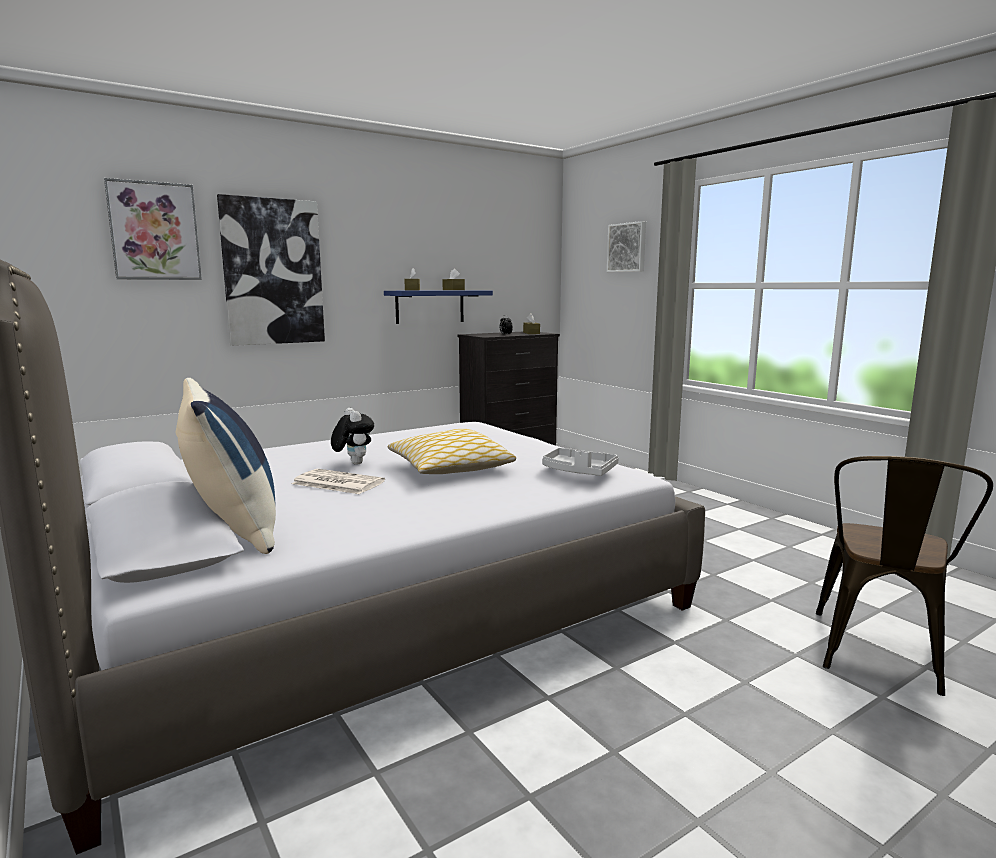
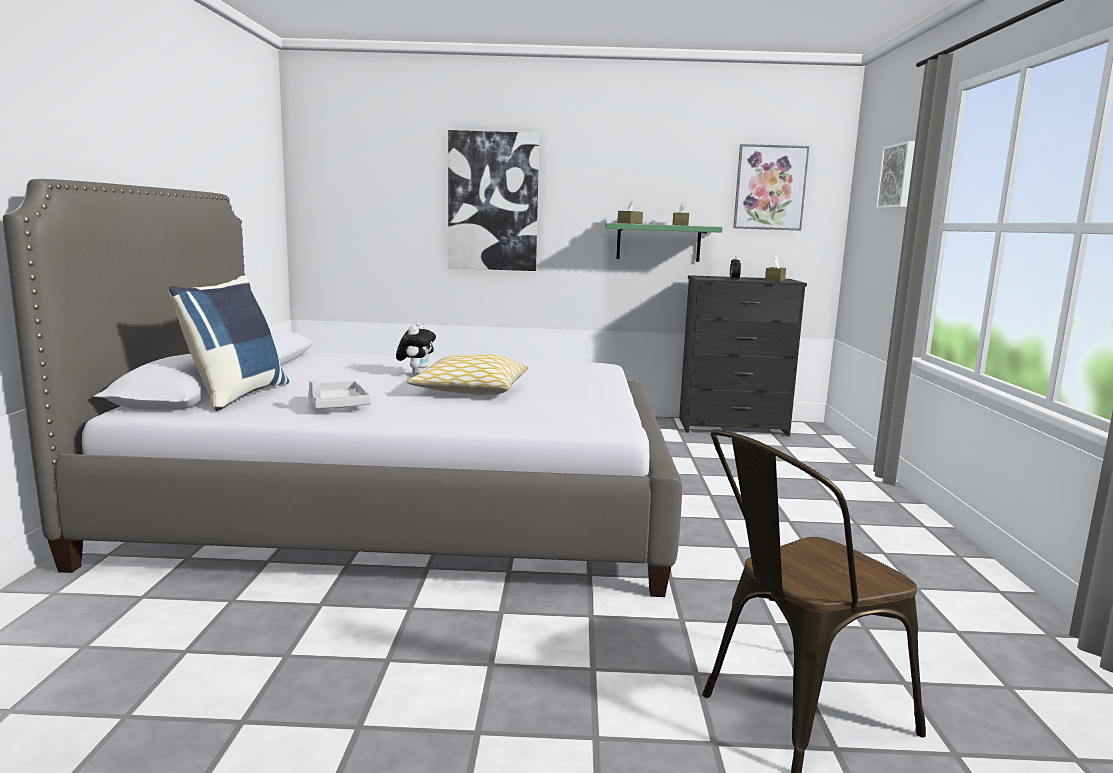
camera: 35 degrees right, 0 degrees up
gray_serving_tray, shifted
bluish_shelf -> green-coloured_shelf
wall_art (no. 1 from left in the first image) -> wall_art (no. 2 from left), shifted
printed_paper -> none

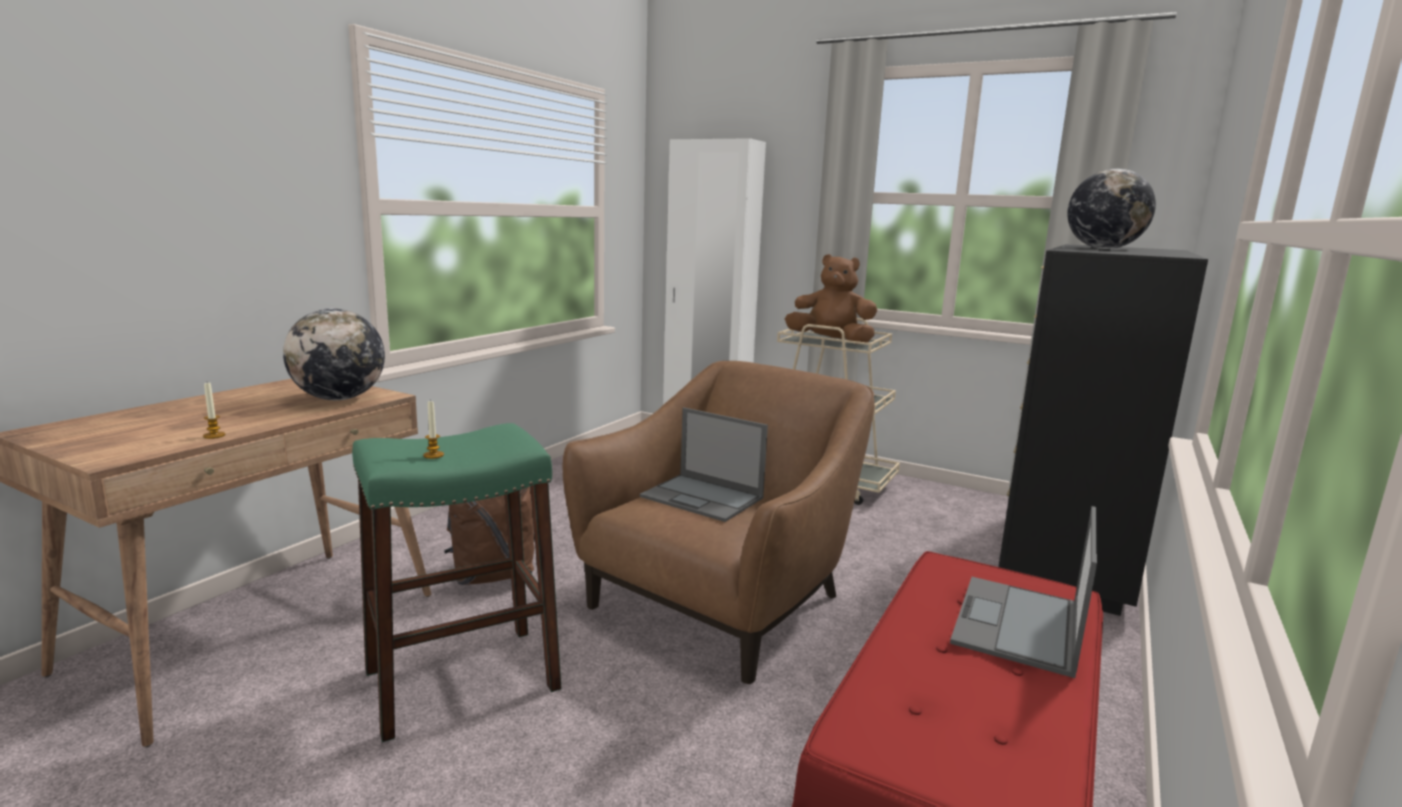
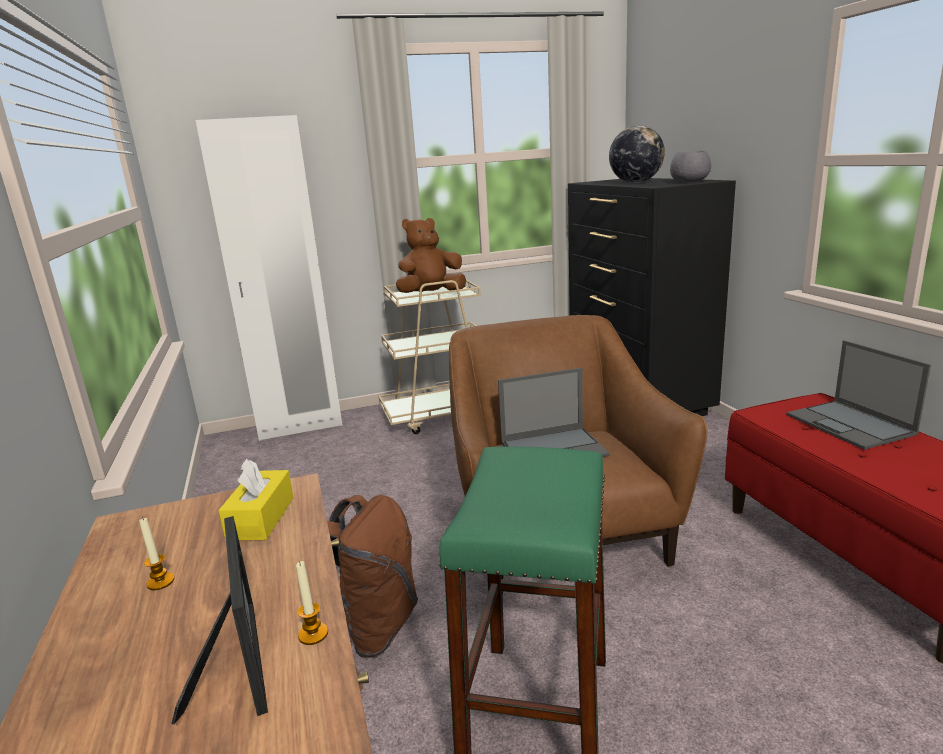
camera: 45 degrees left, 5 degrees up
wax_light (no. 2 from left in the first image) -> wax_light (no. 1 from left), shifted
none -> picture_frame
globe (no. 1 from left) -> yellowish_tissue_holder
none -> gray_bowl

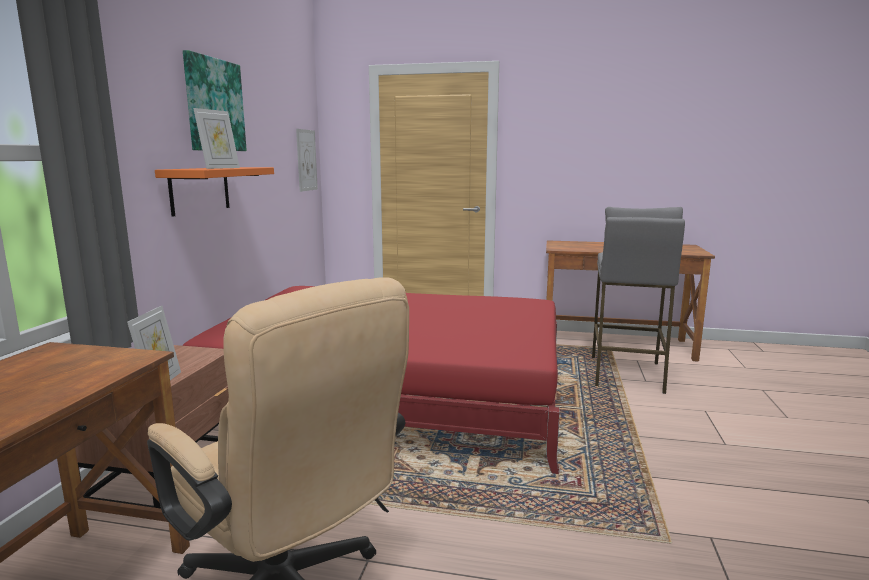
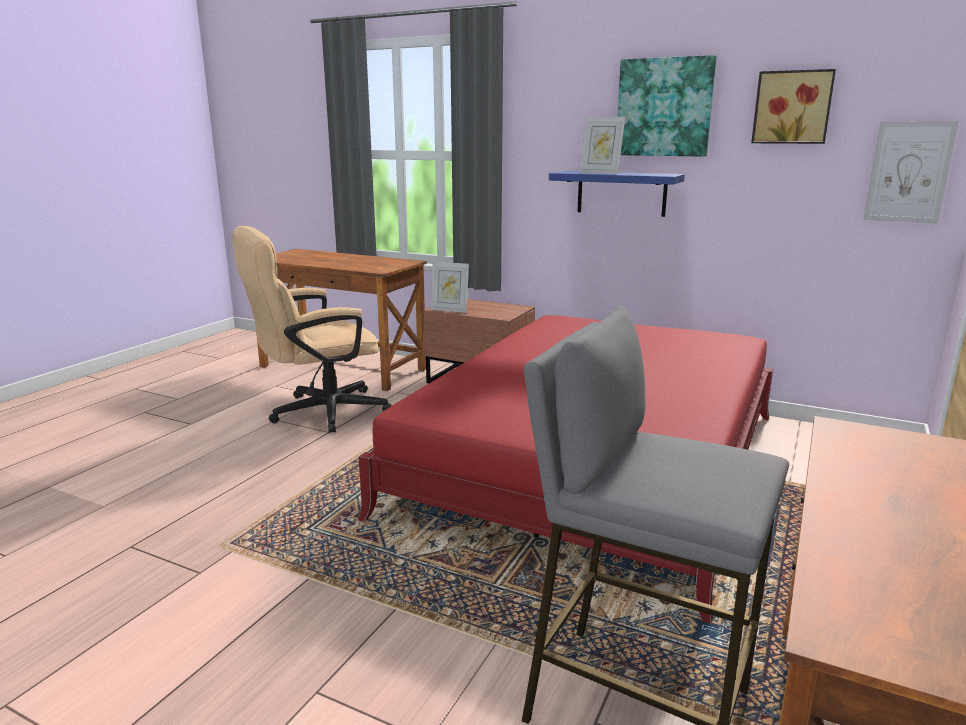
camera: 105 degrees right, 5 degrees up
orange_shelf -> bluish_shelf
none -> wall_art (no. 2 from left)

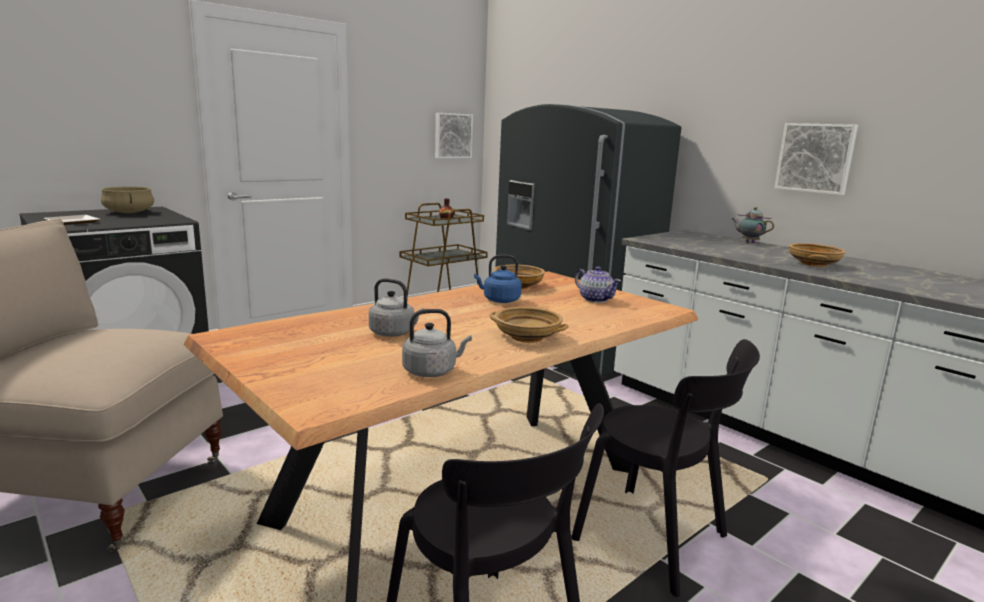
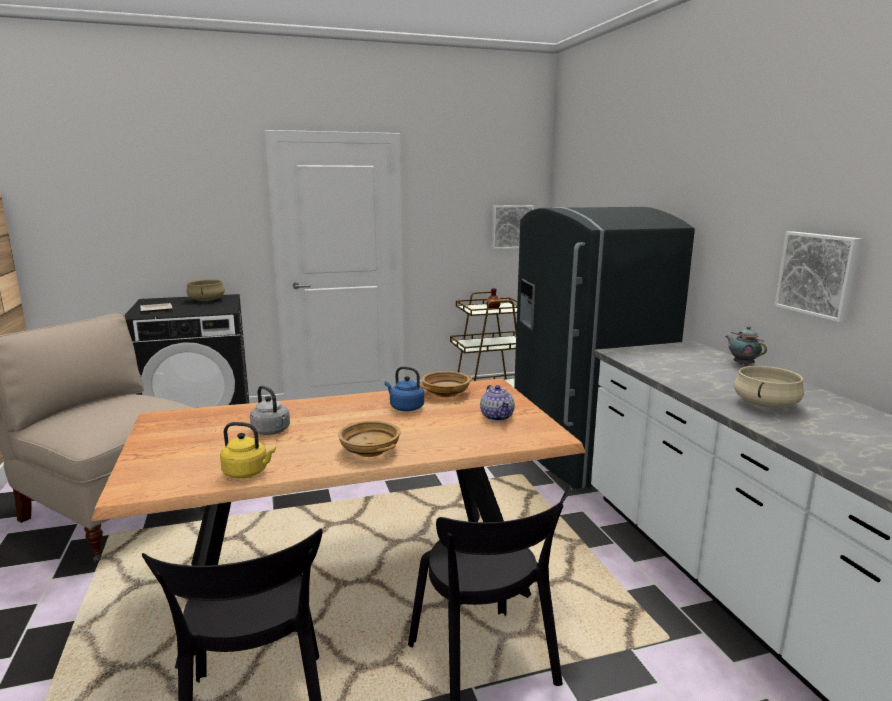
camera: 25 degrees right, 0 degrees up
gray_kettle (no. 2 from left) -> yellowish_kettle
beige-coloured_bowl (no. 3 from left) -> beige-coloured_saucepot (no. 2 from left)

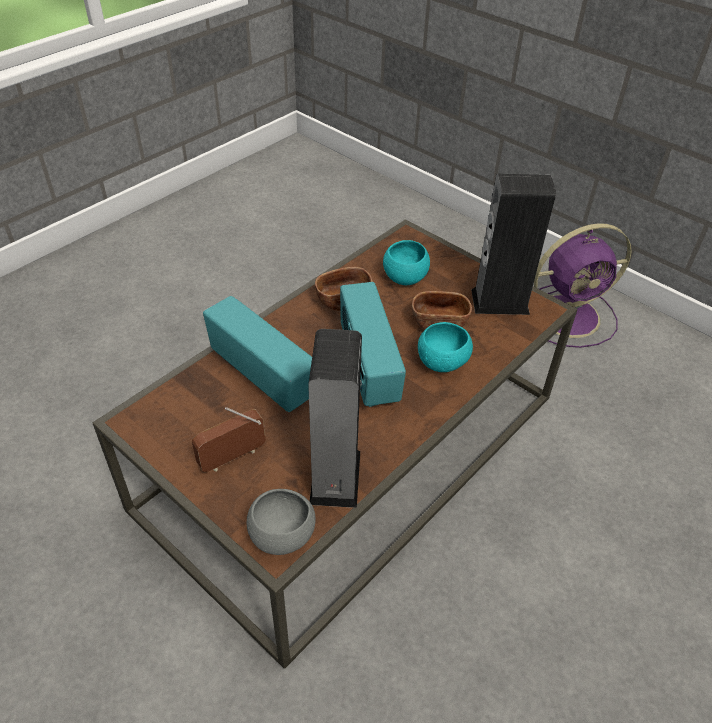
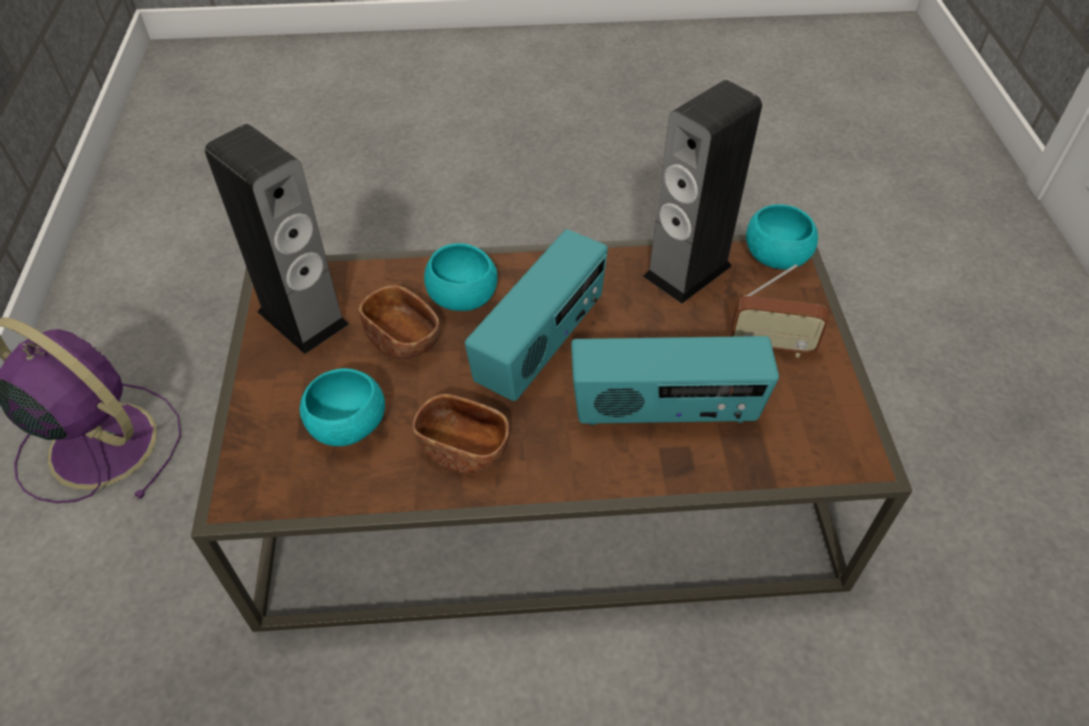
camera: 135 degrees left, 5 degrees up
radio_receiver (no. 2 from left), 90 degrees counterclockwise
gray_bowl -> blue-green_bowl (no. 3 from left)

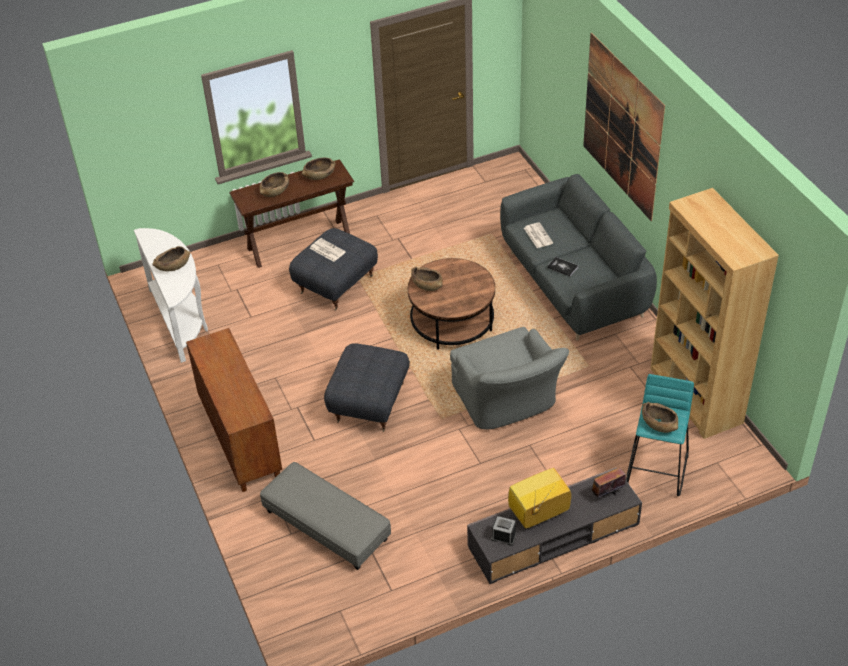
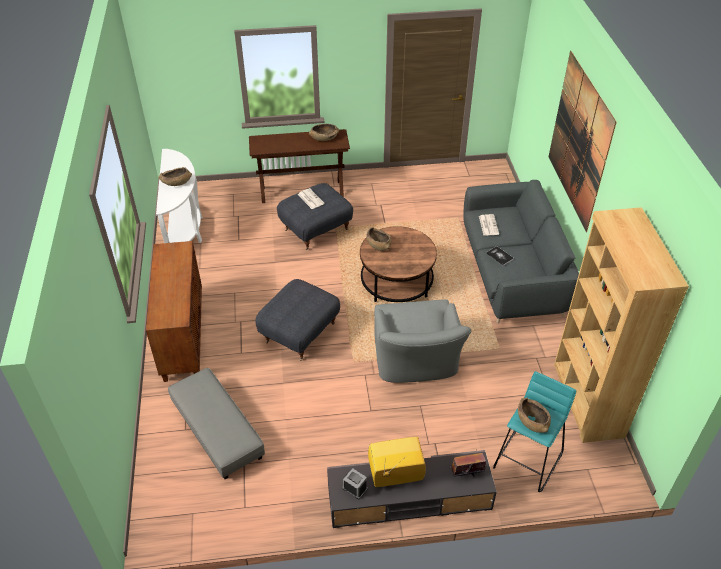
camera: 15 degrees right, 0 degrees up
brown_bowl (no. 2 from left) -> none

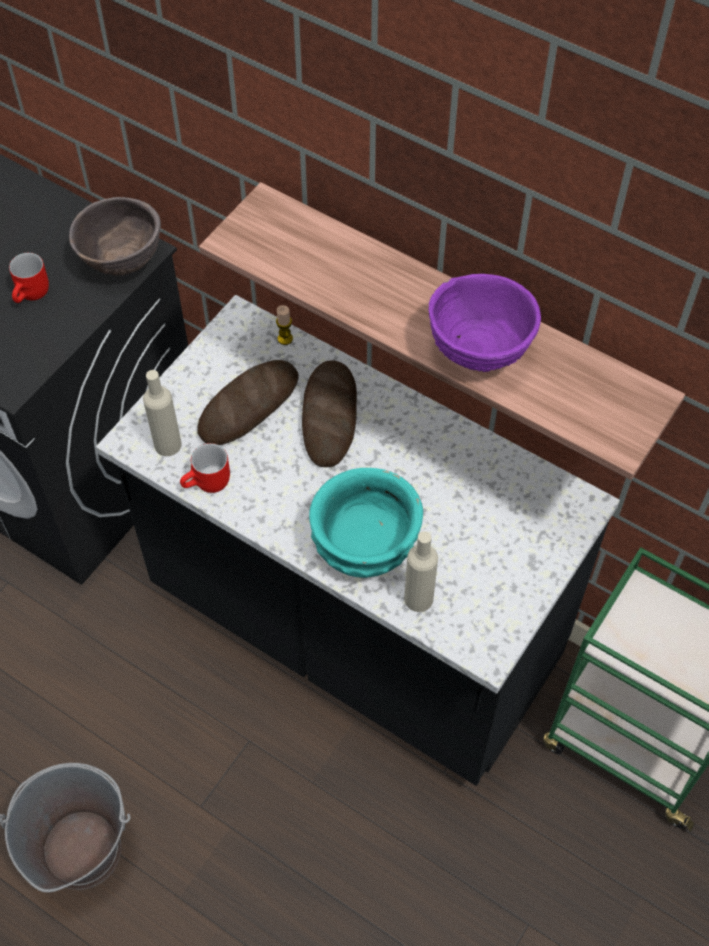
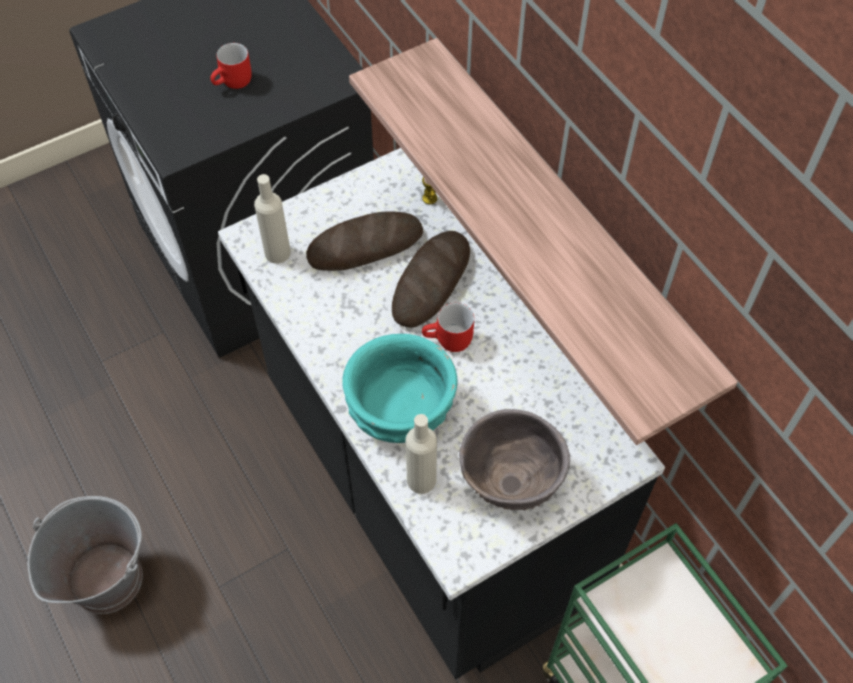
camera: 25 degrees right, 0 degrees up
red-coloured_mug (no. 2 from left), shifted
brown_bowl, shifted
purple-coloured_bowl -> none

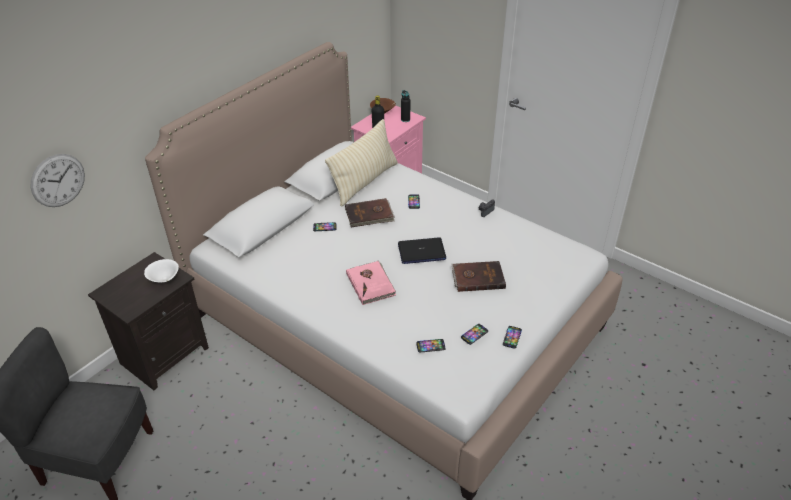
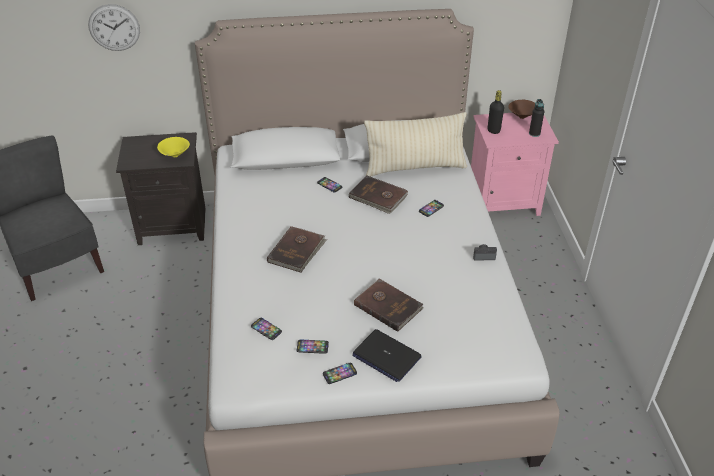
camera: 45 degrees right, 0 degrees up
white_bowl -> yellowish_bowl
pink-coloured_bound_book -> brown_bound_book (no. 1 from left)
portable_computer, shifted

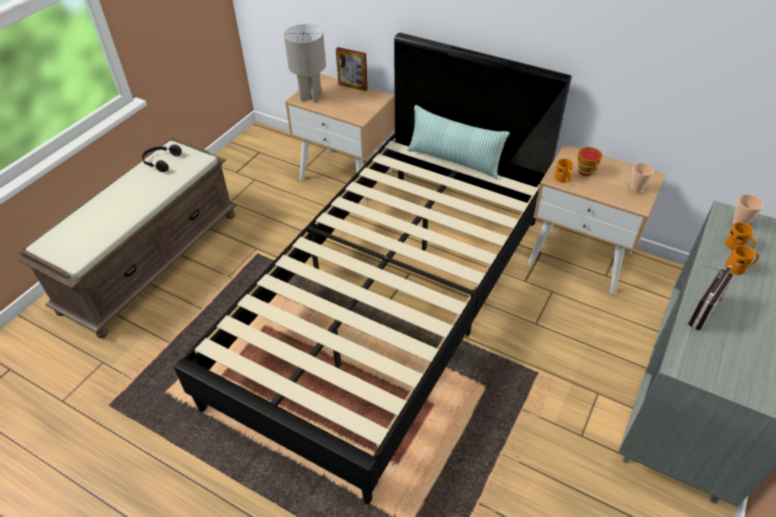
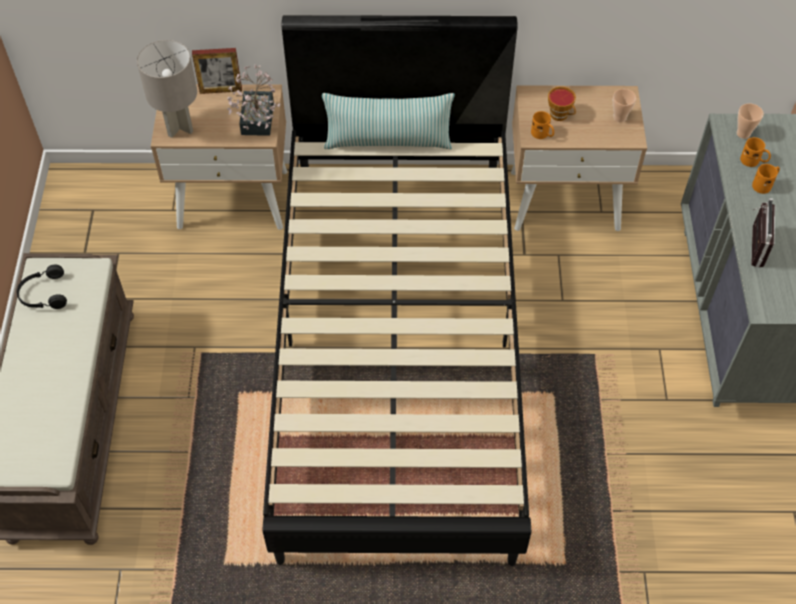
camera: 30 degrees left, 10 degrees up
none -> potted_plant

